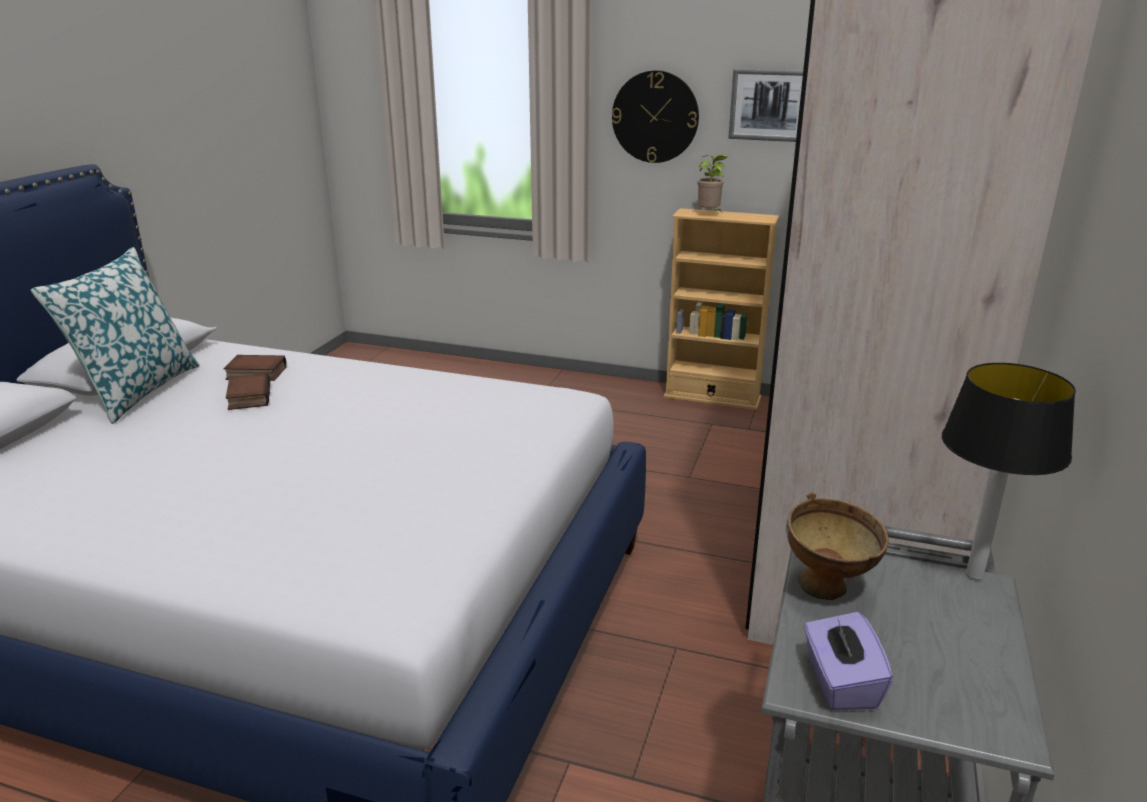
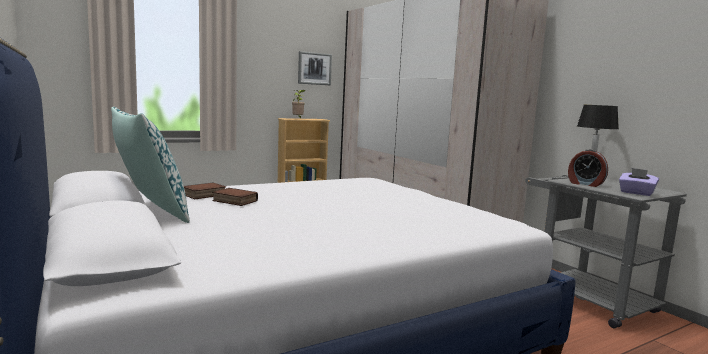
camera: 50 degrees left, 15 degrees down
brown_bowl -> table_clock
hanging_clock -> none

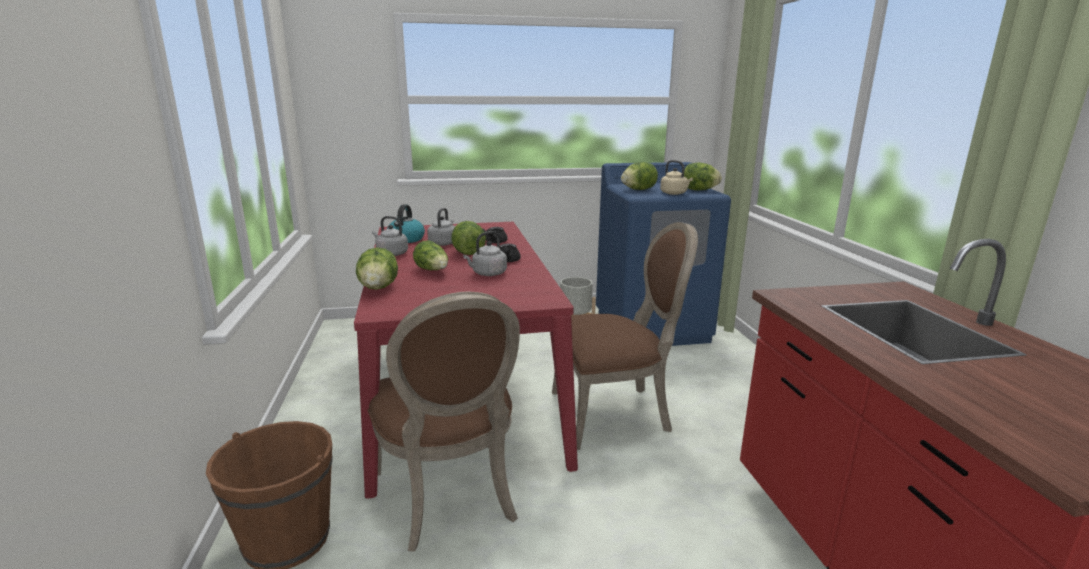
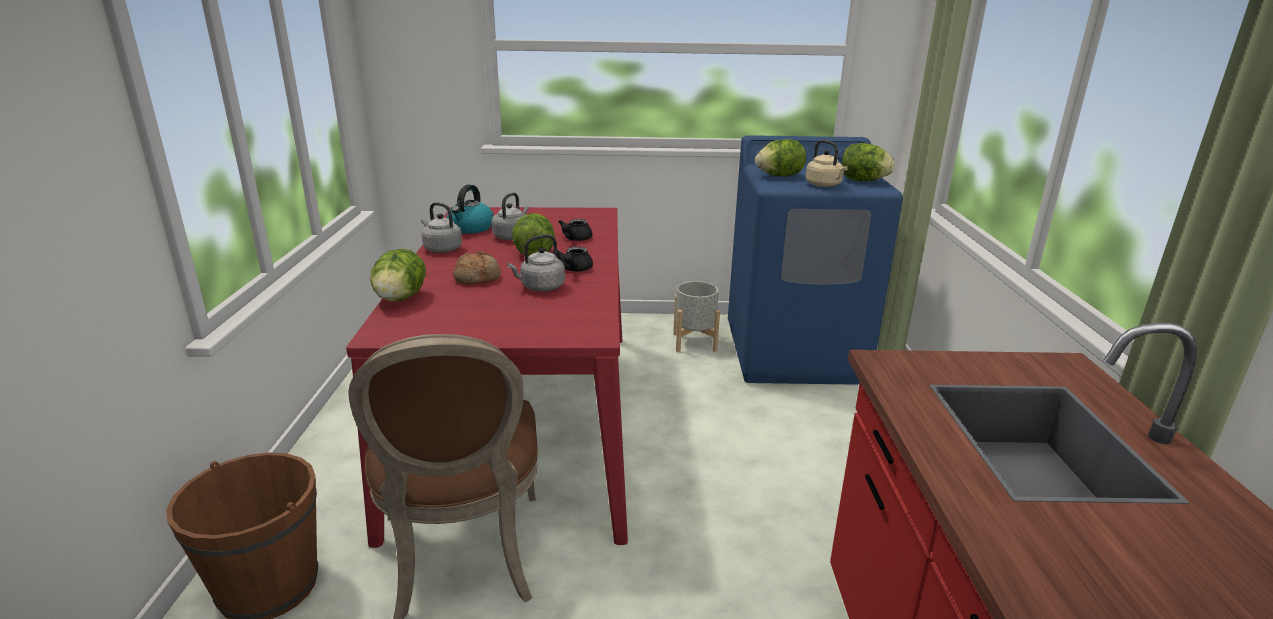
camera: 10 degrees right, 5 degrees up
lettuce_head (no. 2 from left) -> bakery_bread
brown_plain_chair (no. 2 from left) -> none

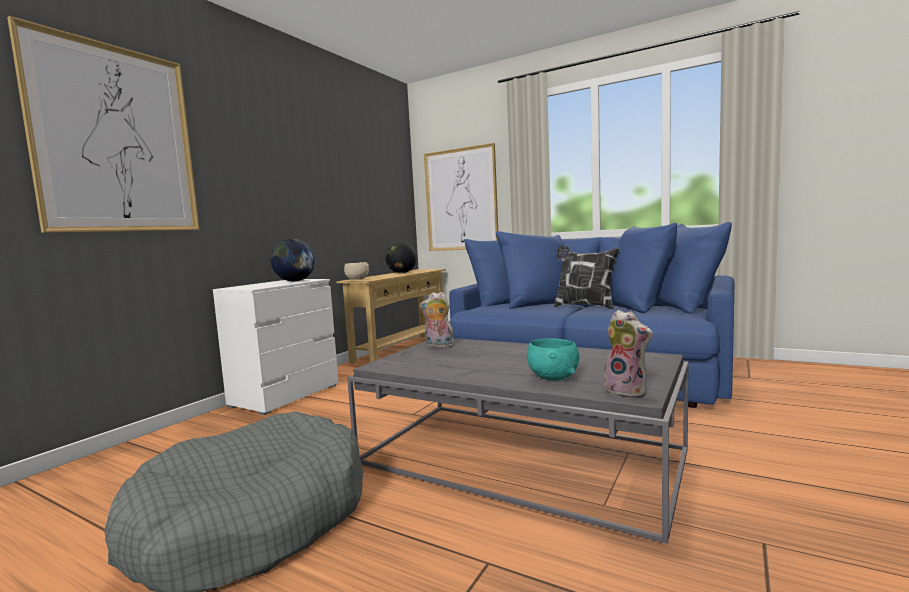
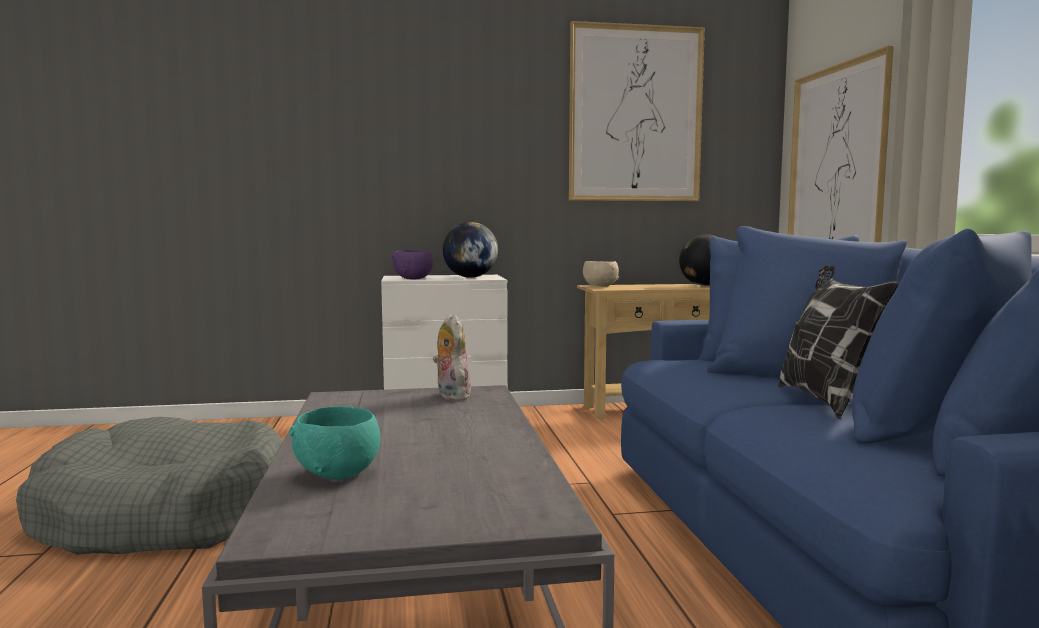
camera: 50 degrees right, 0 degrees up
none -> purple-coloured_bowl
wall_art (no. 1 from left), shifted
plush_toy (no. 2 from left) -> none

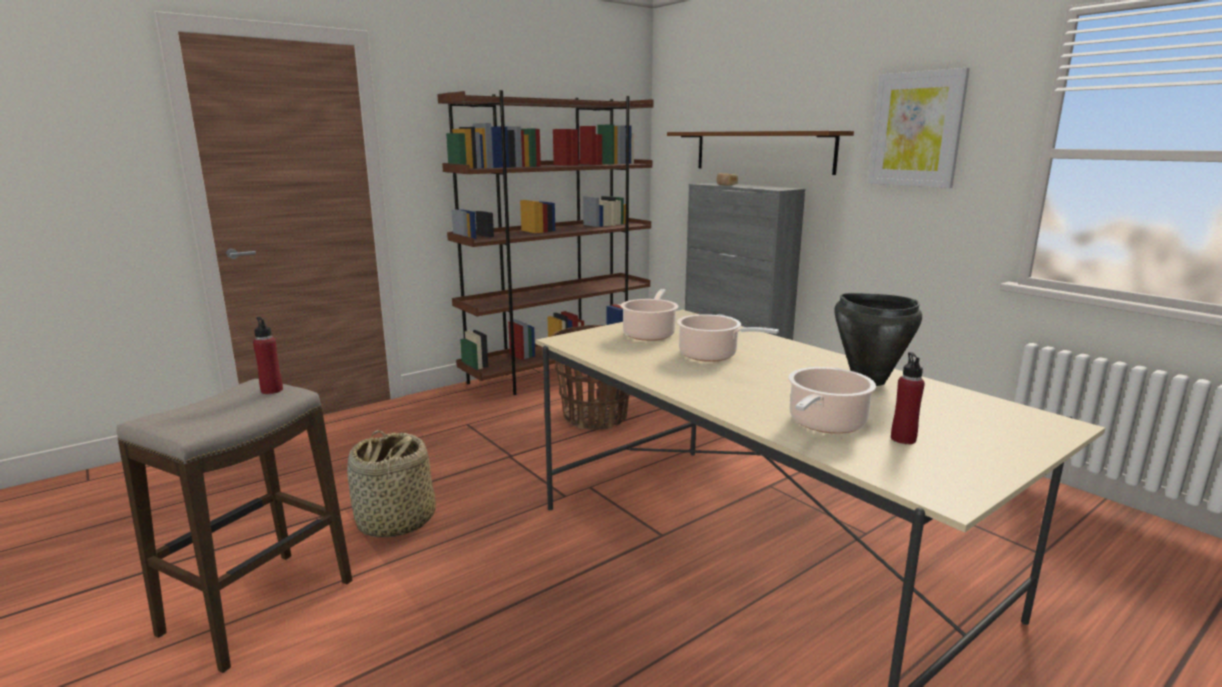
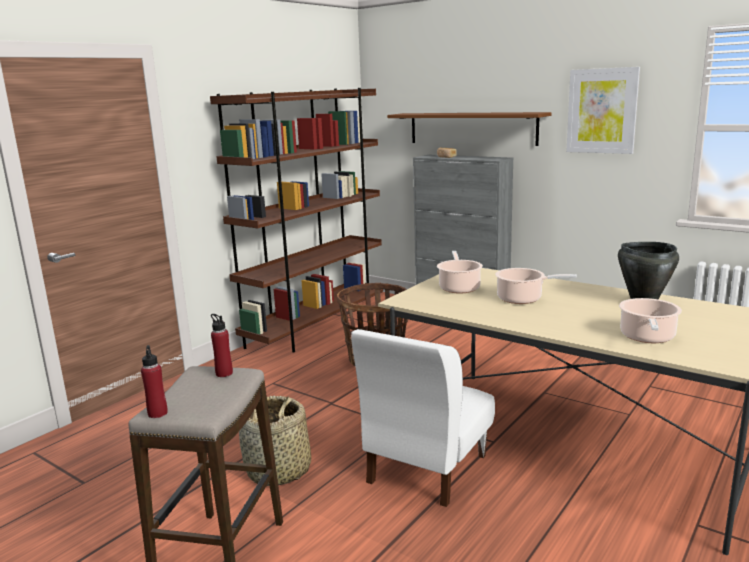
camera: 15 degrees left, 0 degrees up
red-coloured_drink_bottle (no. 2 from left in the first image) -> red-coloured_drink_bottle (no. 1 from left), shifted
none -> white_plain_chair

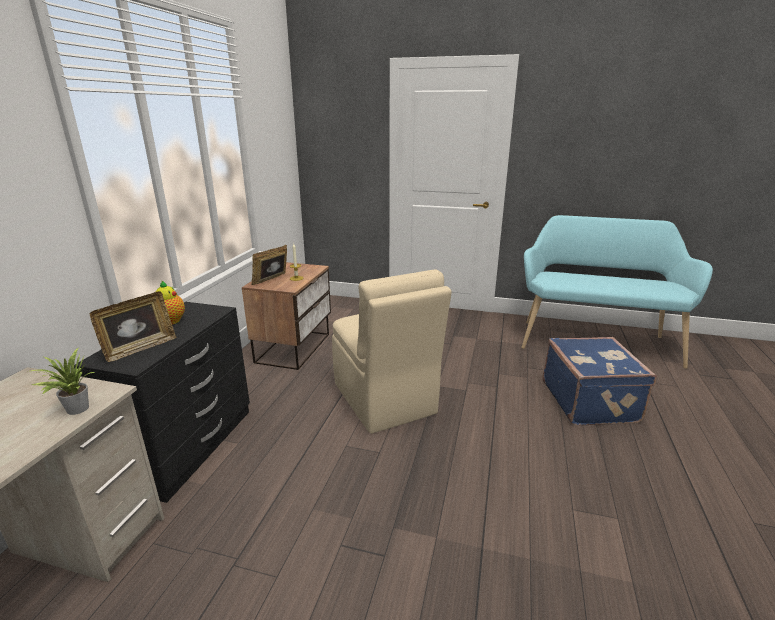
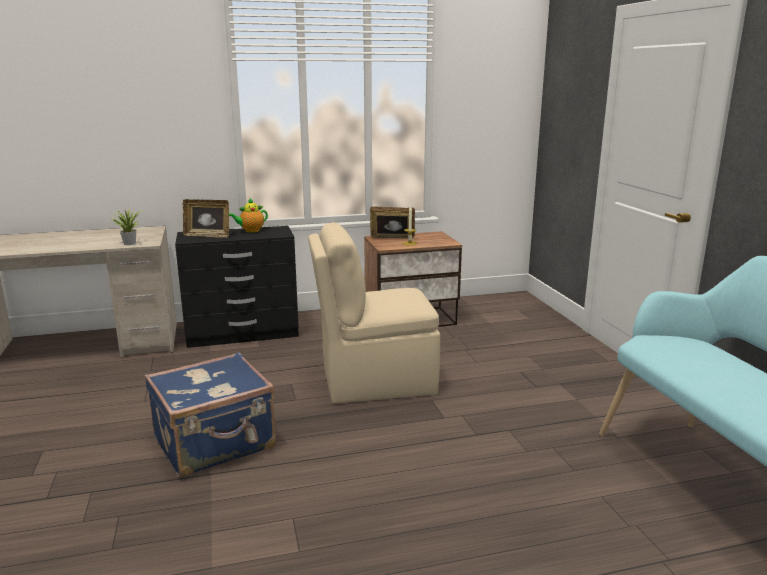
camera: 60 degrees right, 5 degrees down
bluish_suitcase, shifted
beige-coloured_plain_chair, 45 degrees clockwise

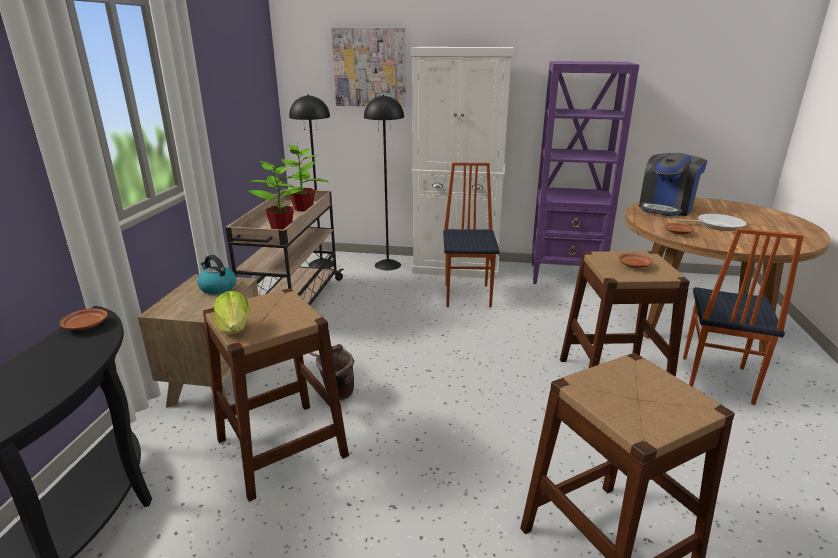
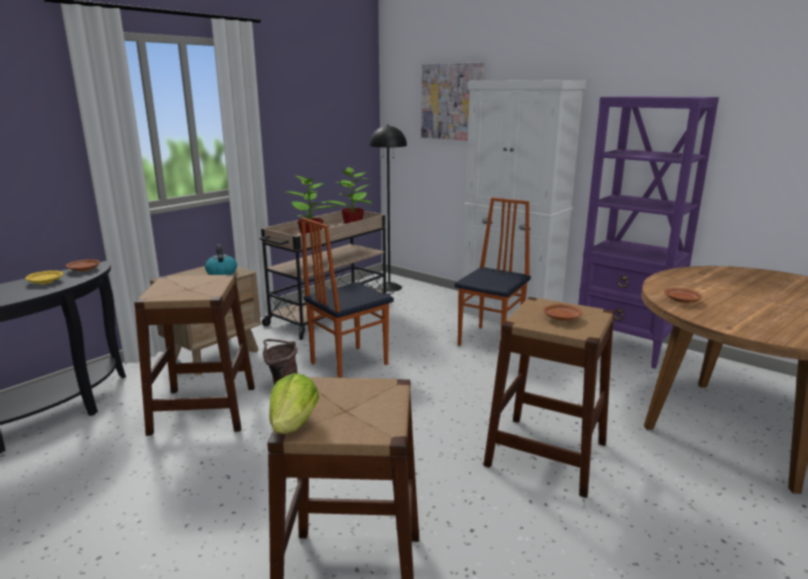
camera: 30 degrees right, 5 degrees down
none -> yellowish_flat_dish
lettuce_head, shifted
plain_chair (no. 2 from left in the first image) -> plain_chair (no. 1 from left), shifted
black-coloured_standing_lamp (no. 2 from left) -> none
coffee_brewer -> none
pan -> none

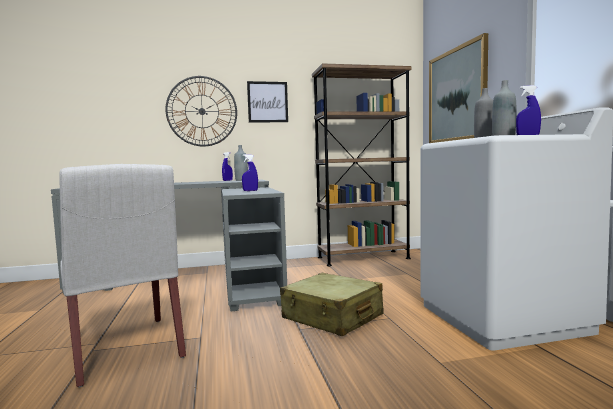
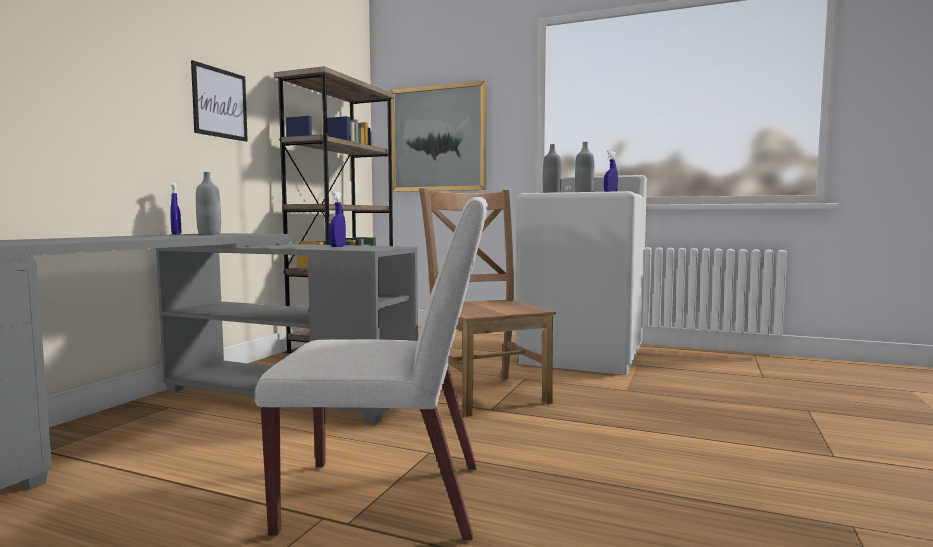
camera: 55 degrees left, 0 degrees up
beige-coloured_suitcase -> brown_plain_chair
hanging_clock -> none

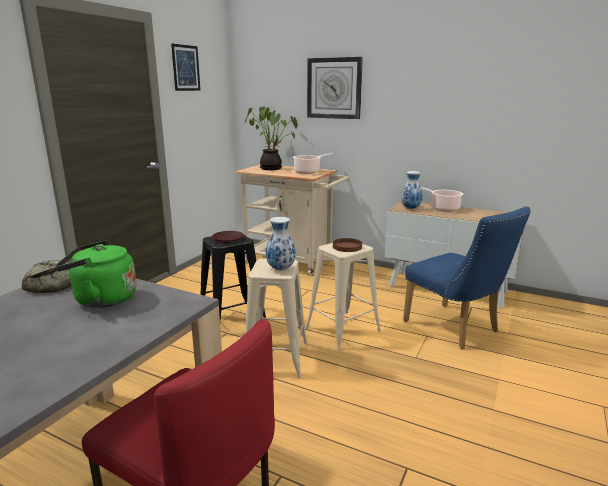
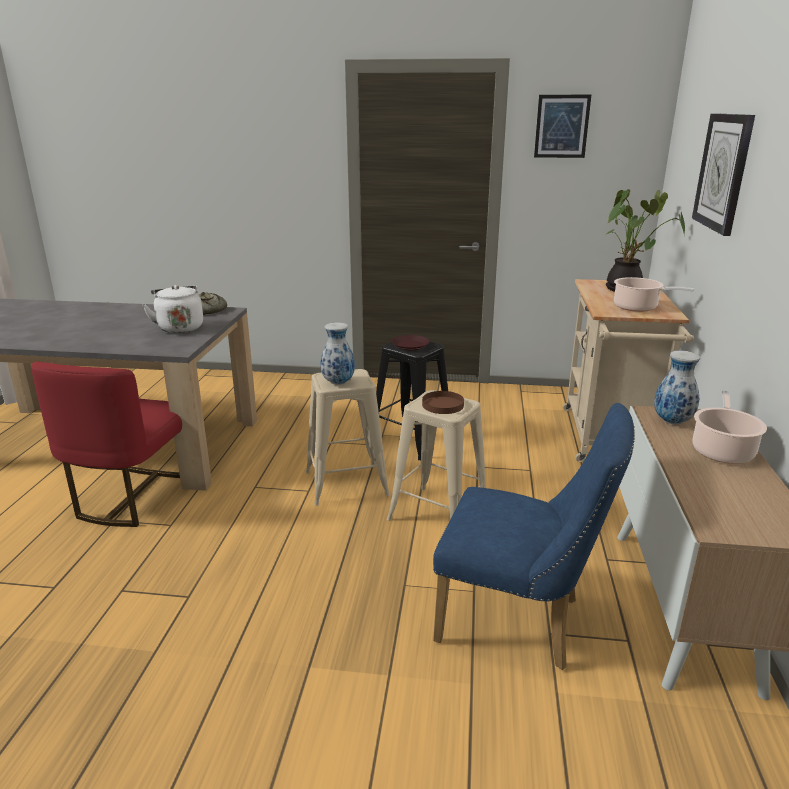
camera: 70 degrees right, 5 degrees up
green-coloured_kettle -> white_kettle
bluish_plain_chair, 105 degrees counterclockwise

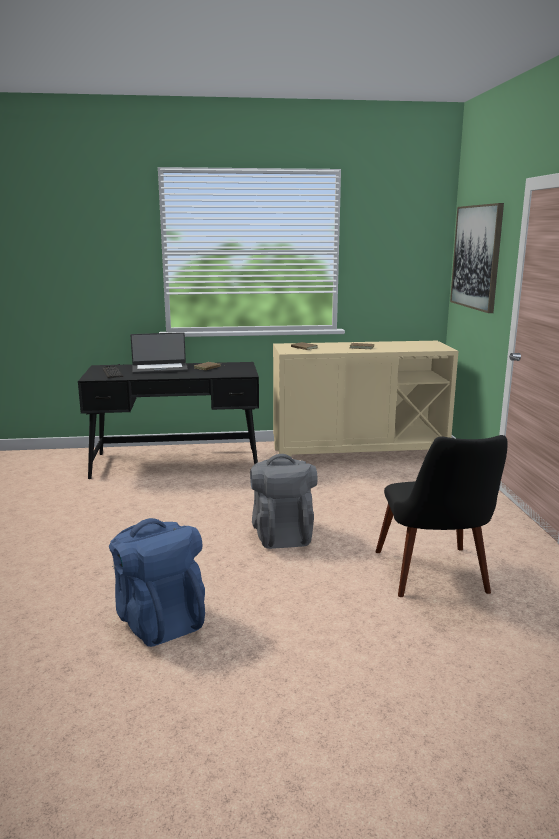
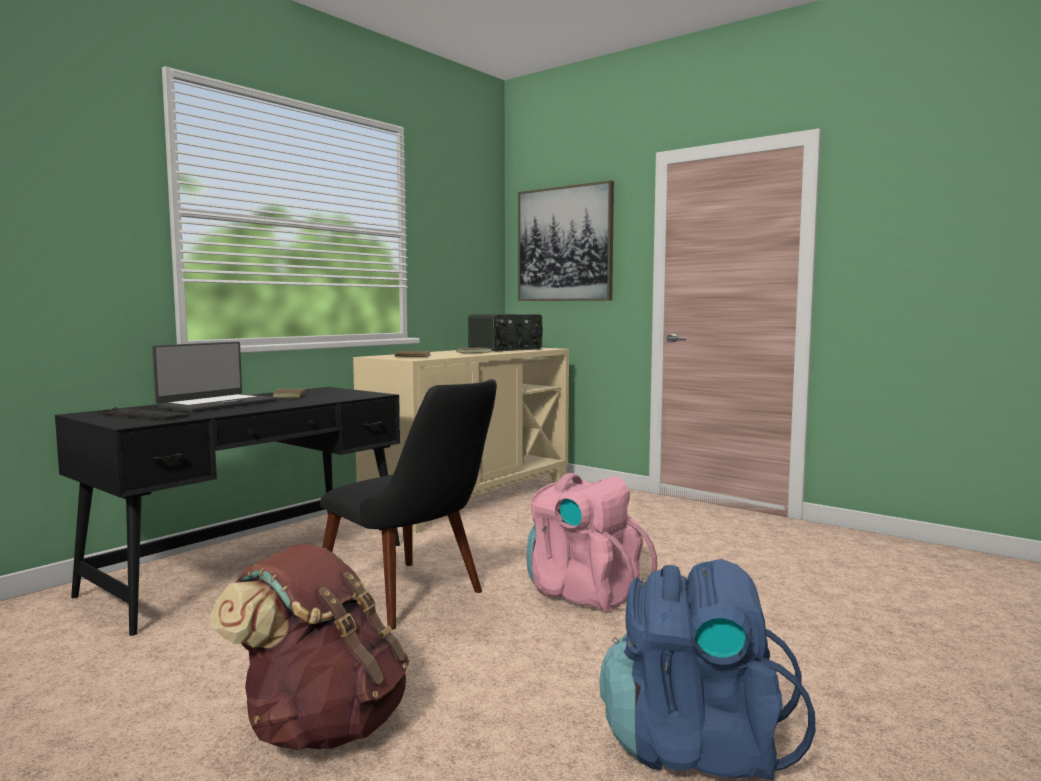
camera: 45 degrees left, 10 degrees down
none -> brown_rucksack
black-coloured_plain_chair, shifted
none -> radio_receiver
gray_rucksack -> pink-coloured_rucksack

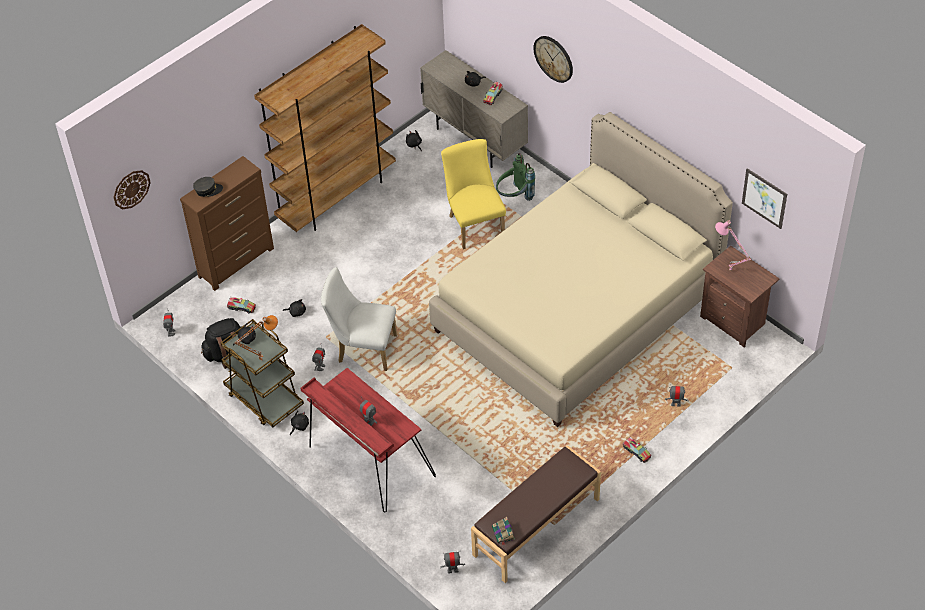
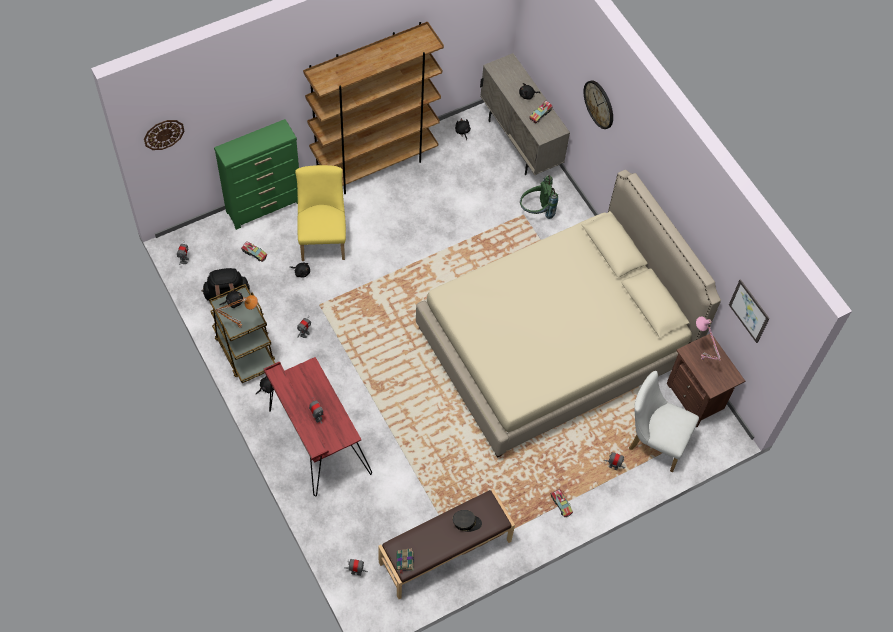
camera: 10 degrees right, 10 degrees up
brown_drawer_chest -> green-coloured_drawer_chest
yellowish_plain_chair, shifted
gray_peaked_cap, shifted
white_plain_chair, shifted

